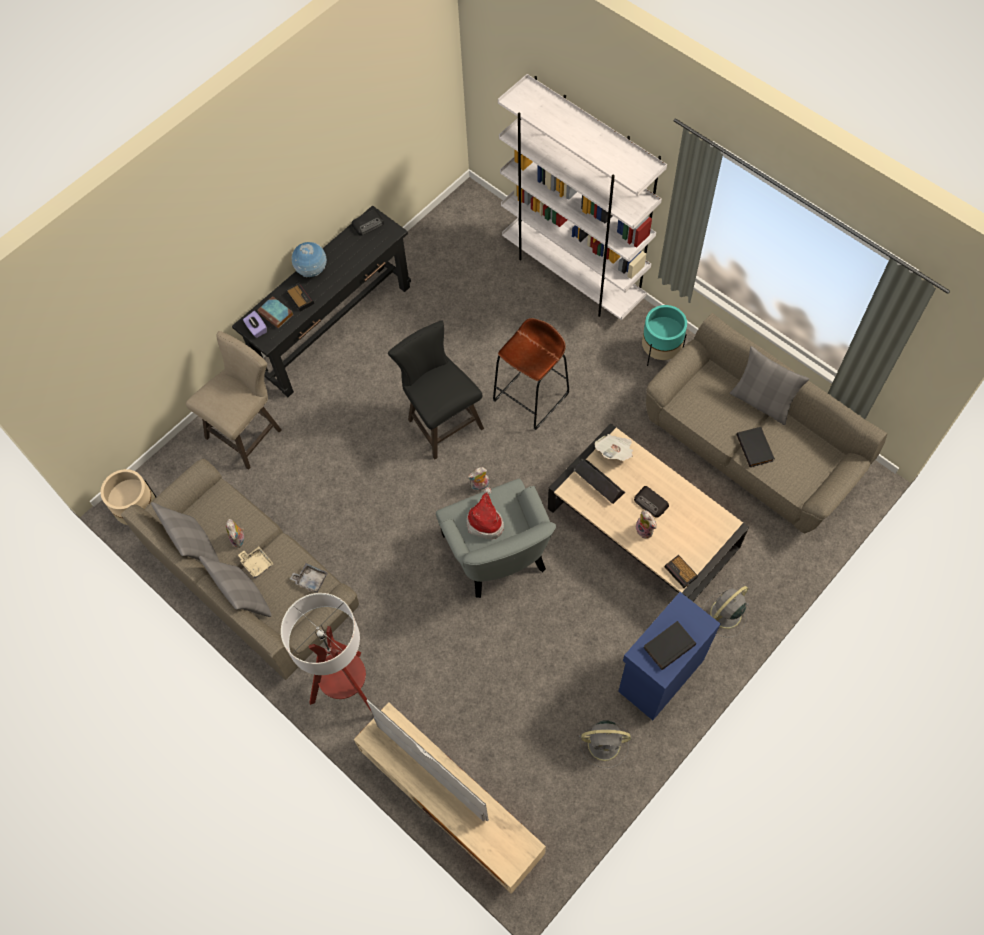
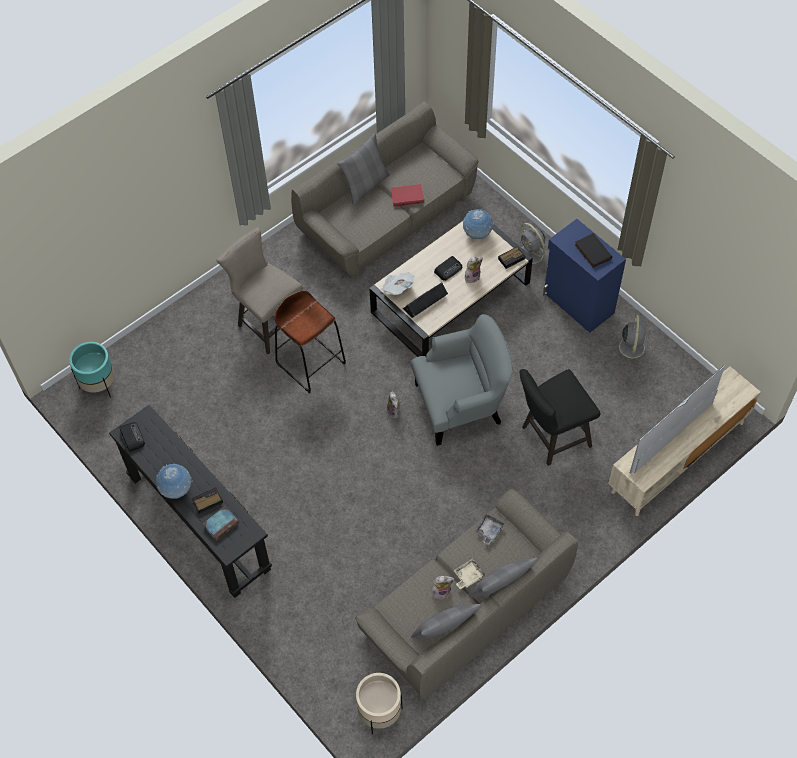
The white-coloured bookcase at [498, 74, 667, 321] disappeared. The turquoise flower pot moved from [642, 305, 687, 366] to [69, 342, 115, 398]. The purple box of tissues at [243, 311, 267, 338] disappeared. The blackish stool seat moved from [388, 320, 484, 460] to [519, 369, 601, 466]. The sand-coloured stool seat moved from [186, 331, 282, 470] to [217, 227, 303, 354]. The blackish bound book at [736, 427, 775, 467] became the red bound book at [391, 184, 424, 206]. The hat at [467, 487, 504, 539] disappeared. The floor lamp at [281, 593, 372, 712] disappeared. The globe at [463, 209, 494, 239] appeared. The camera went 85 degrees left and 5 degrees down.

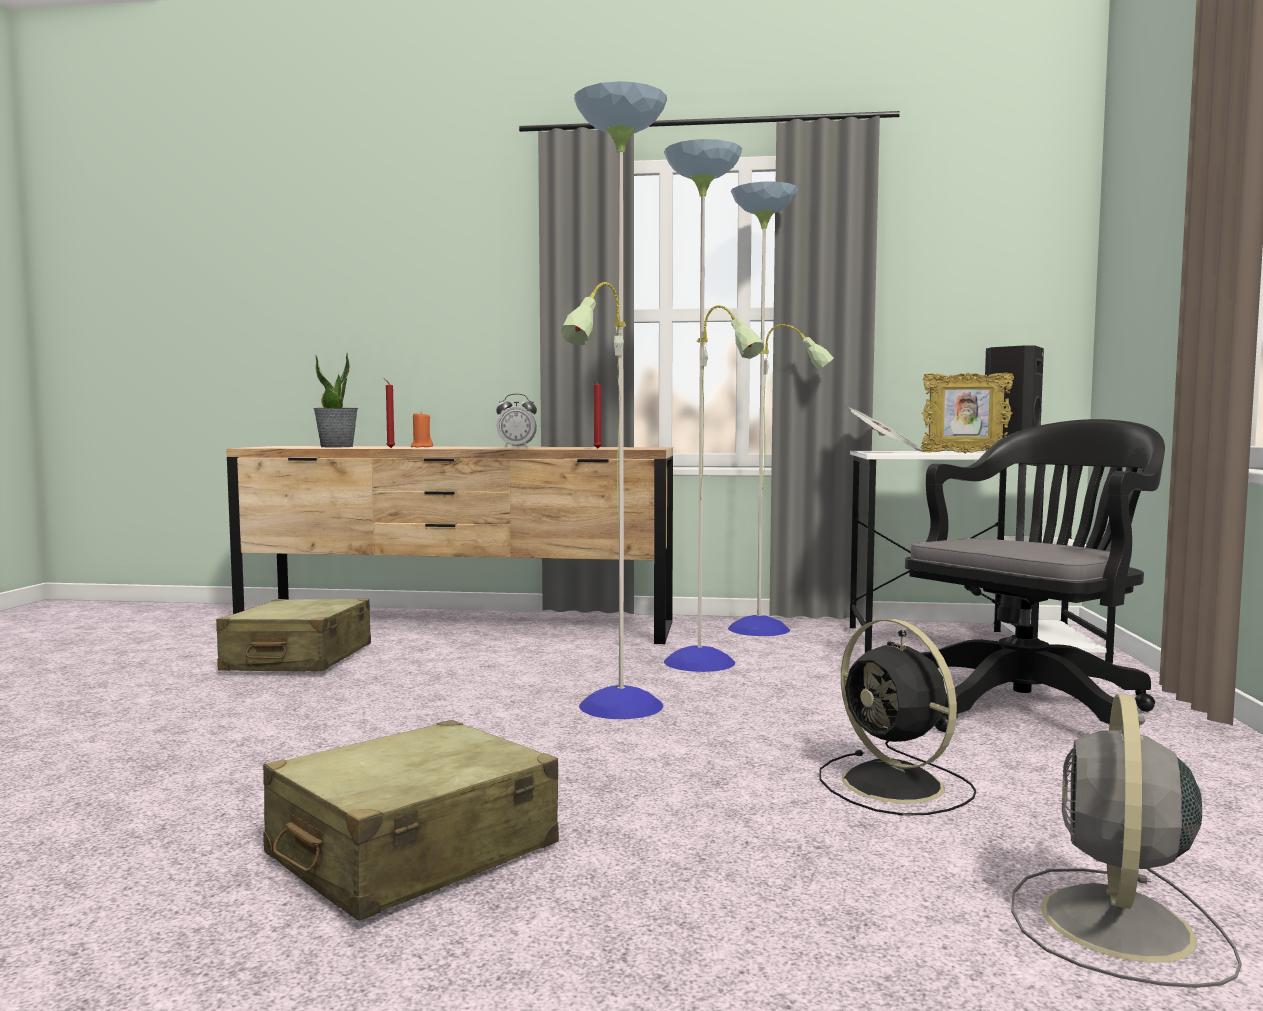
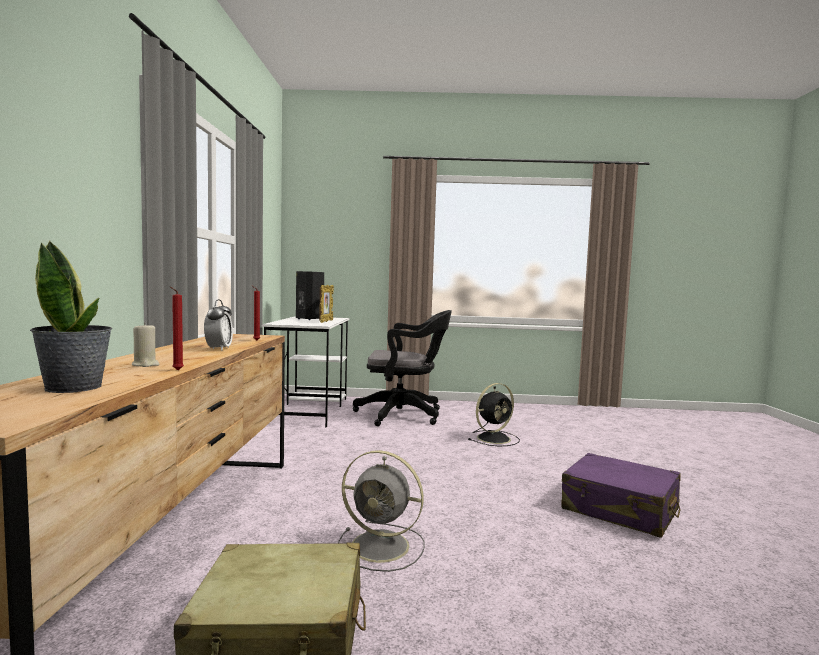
The floor lamp at [560, 81, 834, 719] disappeared. The daily paper at [846, 406, 922, 451] disappeared. The orange wax light at [411, 412, 433, 448] became the sand-coloured wax light at [132, 322, 160, 367]. The blackish desk chair at [905, 419, 1165, 732] turned 135 degrees clockwise. The grey cooling fan moved from [1011, 694, 1242, 988] to [338, 450, 425, 572]. The sand-coloured piece of luggage at [263, 720, 559, 921] became the purple piece of luggage at [561, 453, 681, 538]. The camera went 95 degrees left and 0 degrees up.

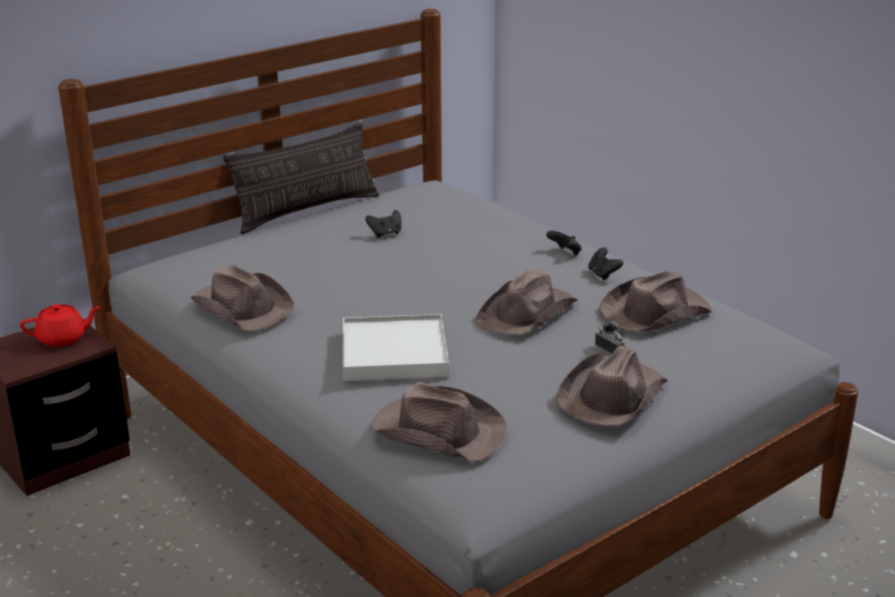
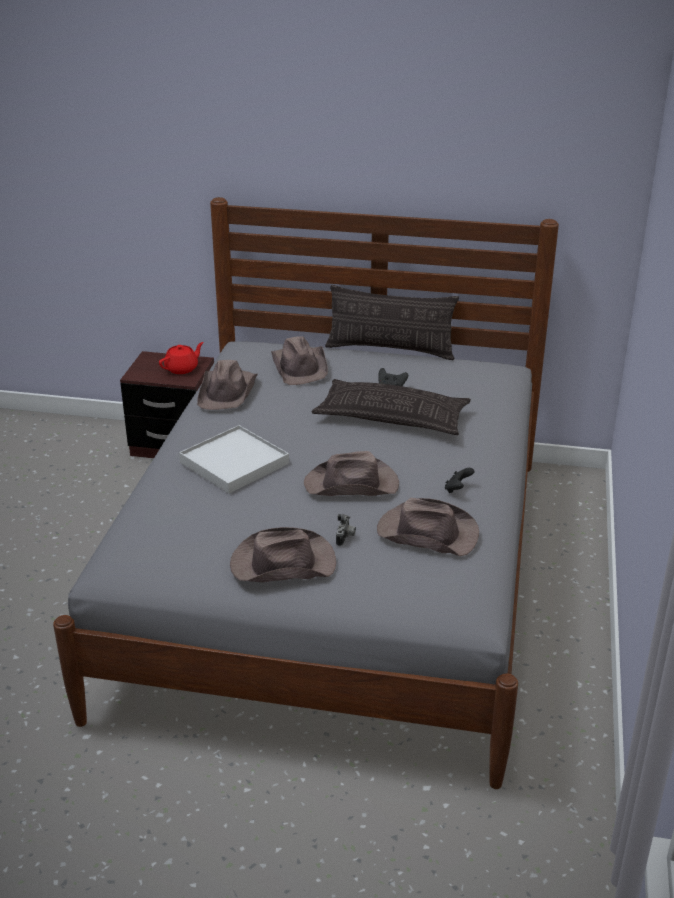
The blackish gamepad at [546, 230, 582, 255] disappeared. The red teapot at [20, 304, 100, 347] turned 75 degrees counterclockwise. The brown hat moved from [371, 382, 507, 462] to [271, 336, 328, 385]. The cushion at [311, 379, 471, 435] appeared. The camera went 50 degrees right and 5 degrees up.

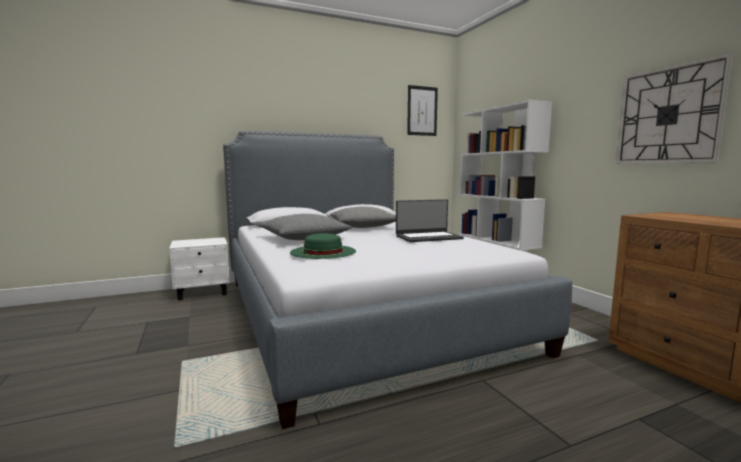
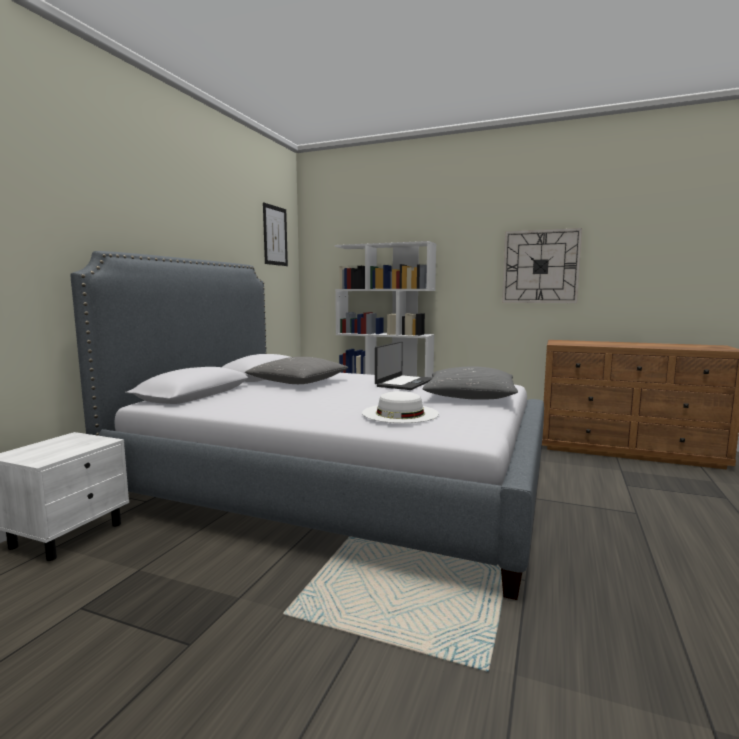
The grey cushion moved from [259, 214, 352, 240] to [423, 366, 518, 400]. The green hat at [290, 233, 356, 259] became the white-coloured hat at [362, 391, 439, 423]. The camera went 45 degrees left and 0 degrees up.

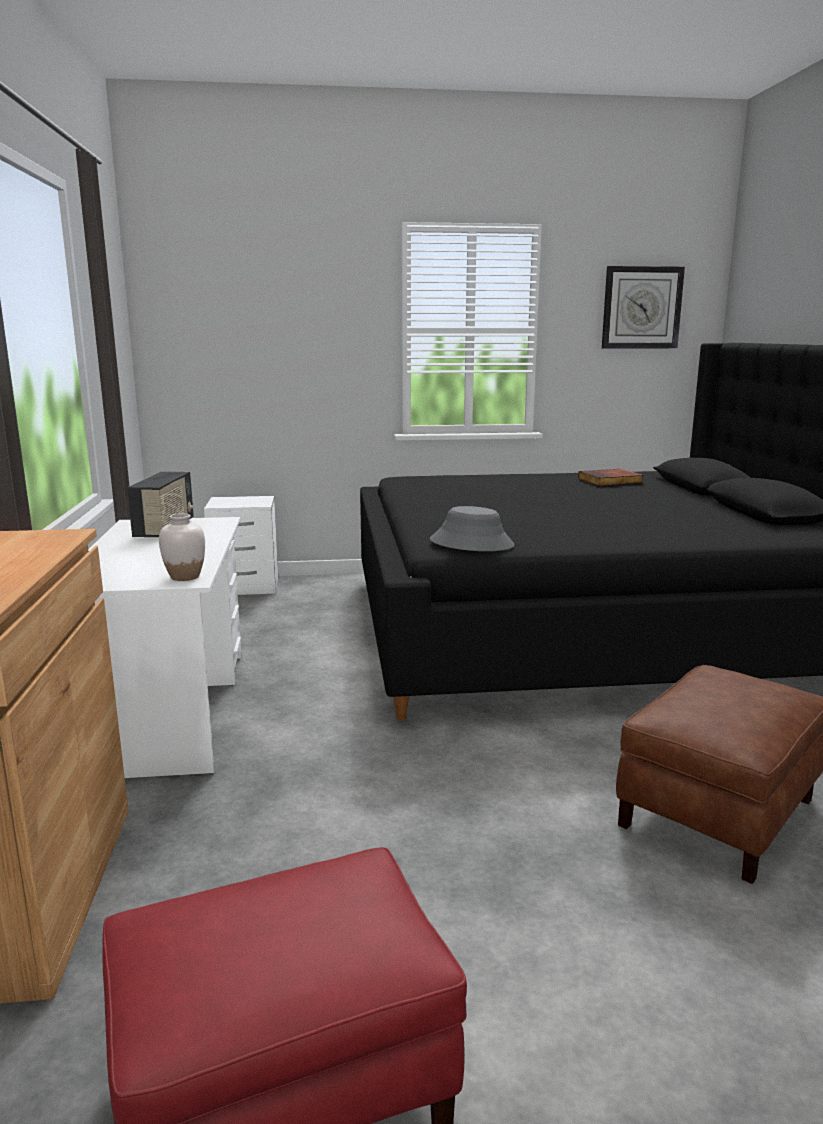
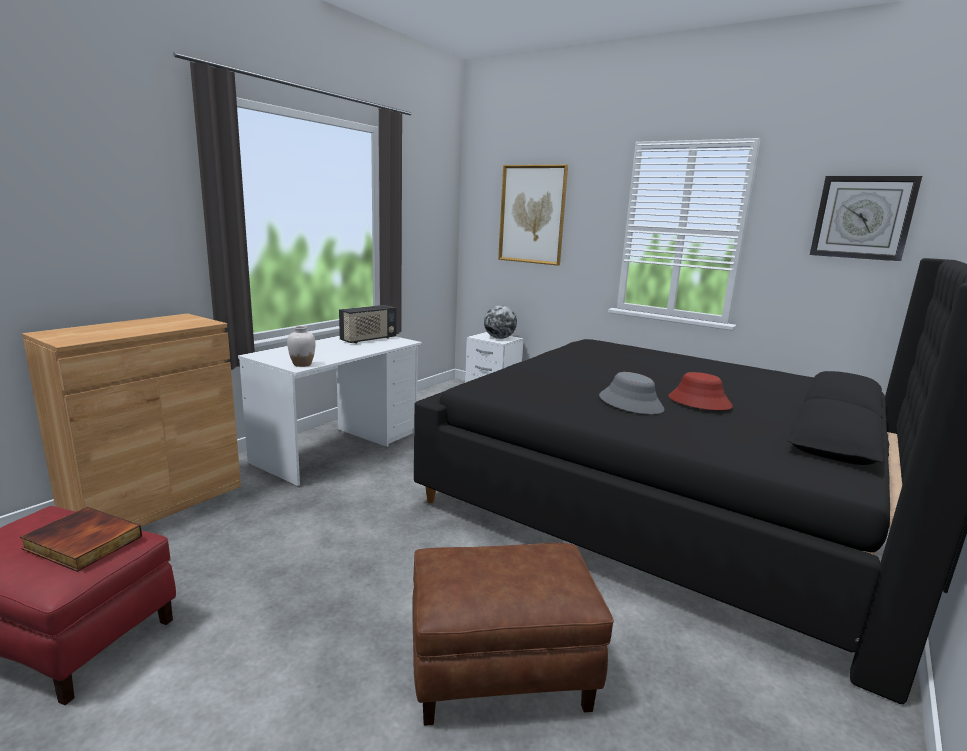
The bound book moved from [578, 469, 644, 486] to [20, 507, 142, 572]. The grey hat moved from [430, 506, 514, 551] to [599, 372, 664, 415]. The picture at [498, 165, 568, 265] appeared. The globe at [484, 305, 517, 339] appeared. The red hat at [668, 372, 733, 410] appeared. The camera went 40 degrees right and 0 degrees up.

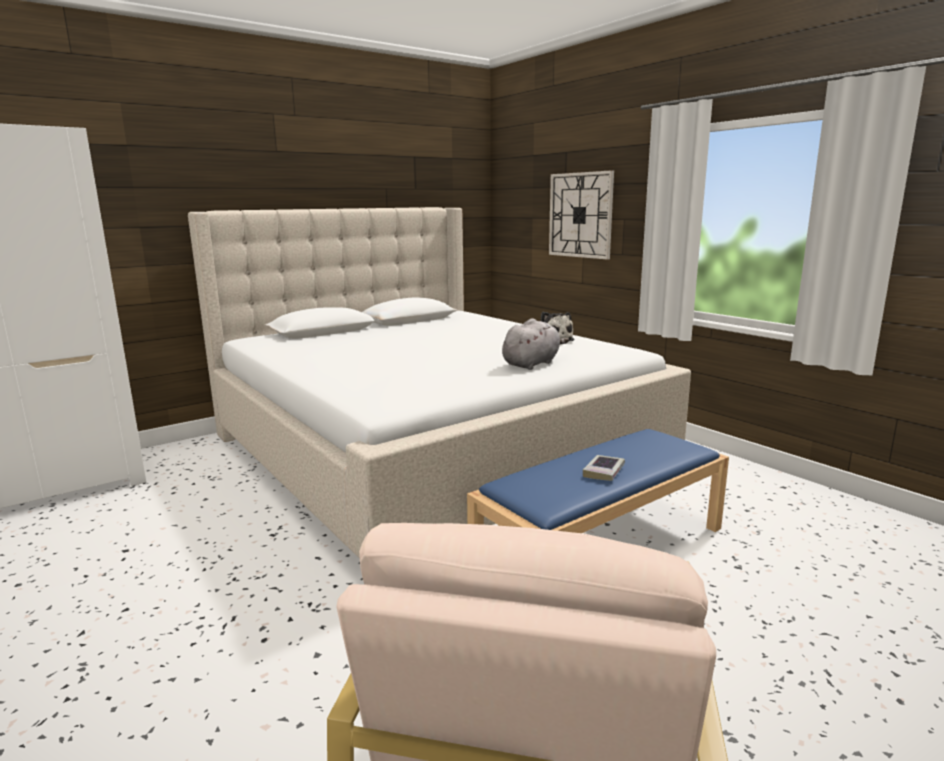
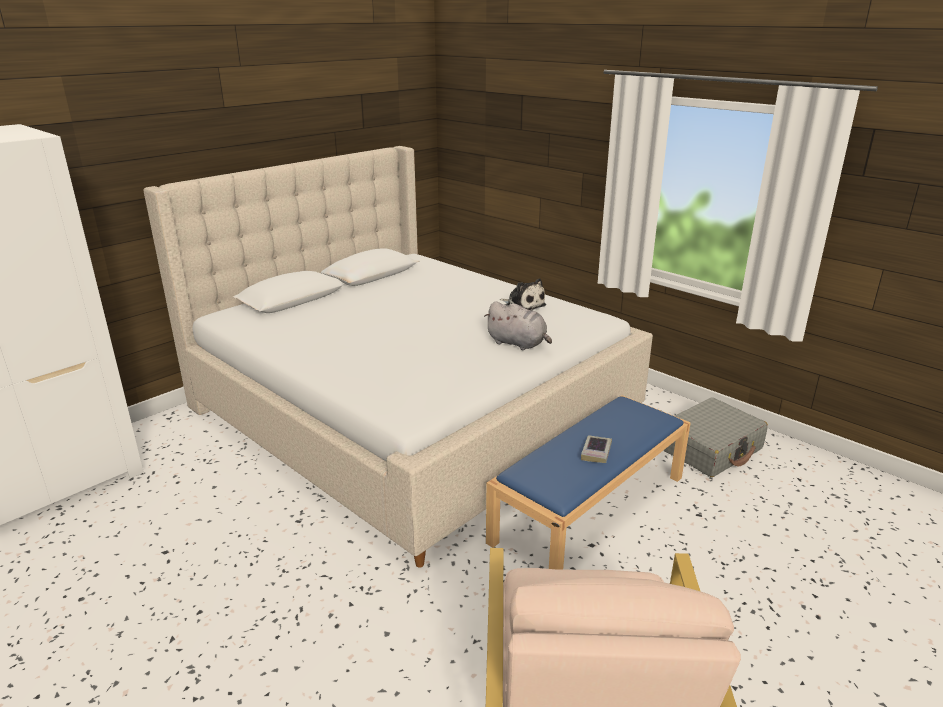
The wall clock at [549, 170, 614, 260] disappeared. The grey soft toy at [502, 319, 569, 370] turned 90 degrees clockwise. The grey piece of luggage at [663, 397, 768, 477] appeared. The camera went 10 degrees left and 10 degrees up.

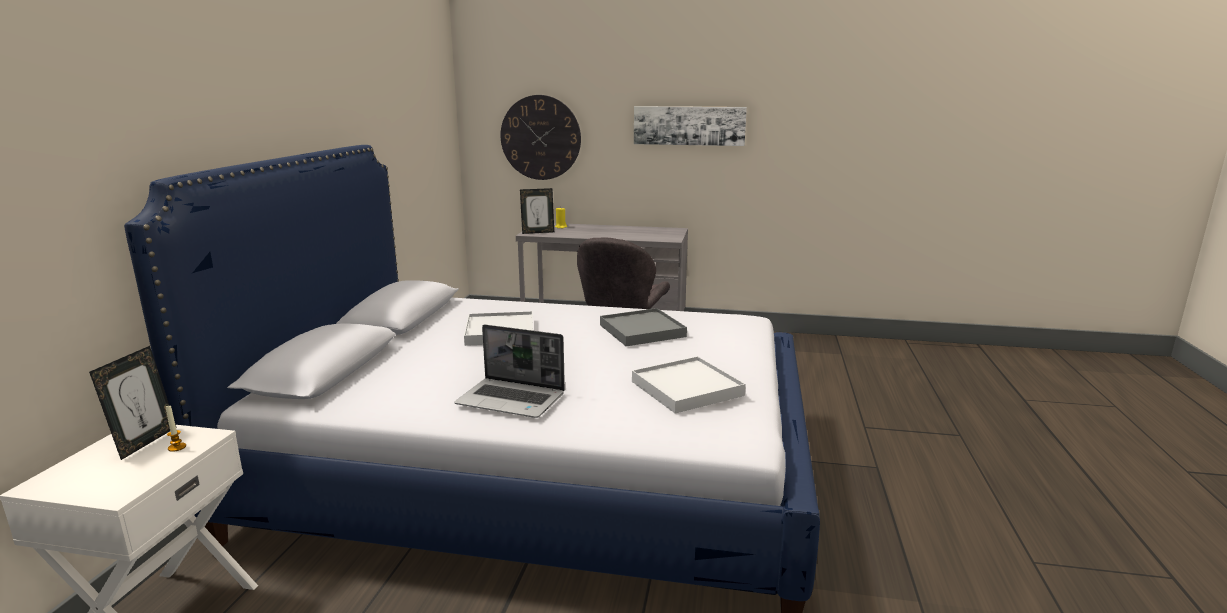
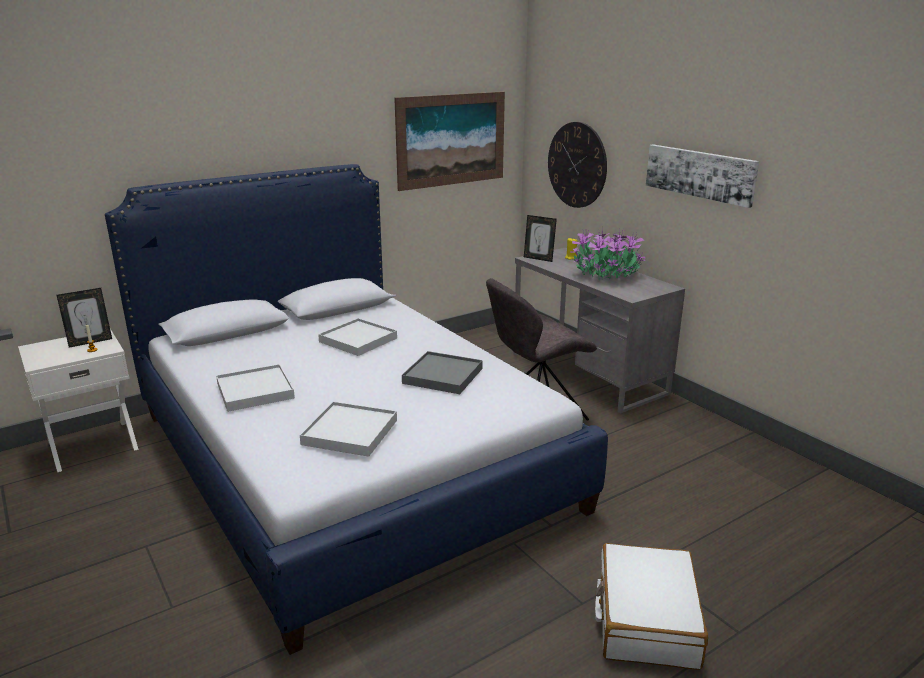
The laptop at [454, 324, 565, 418] was replaced by the white-coloured carrying tray at [216, 364, 295, 412]. The picture at [394, 92, 505, 191] appeared. The plant in a pot at [570, 229, 646, 280] appeared. The white-coloured piece of luggage at [595, 543, 708, 670] appeared. The camera went 45 degrees right and 5 degrees up.

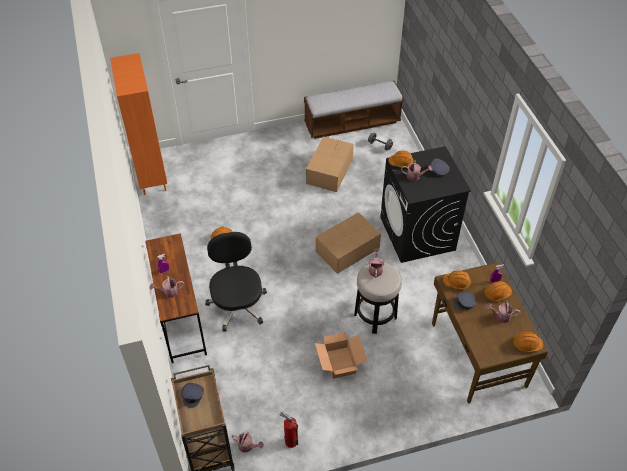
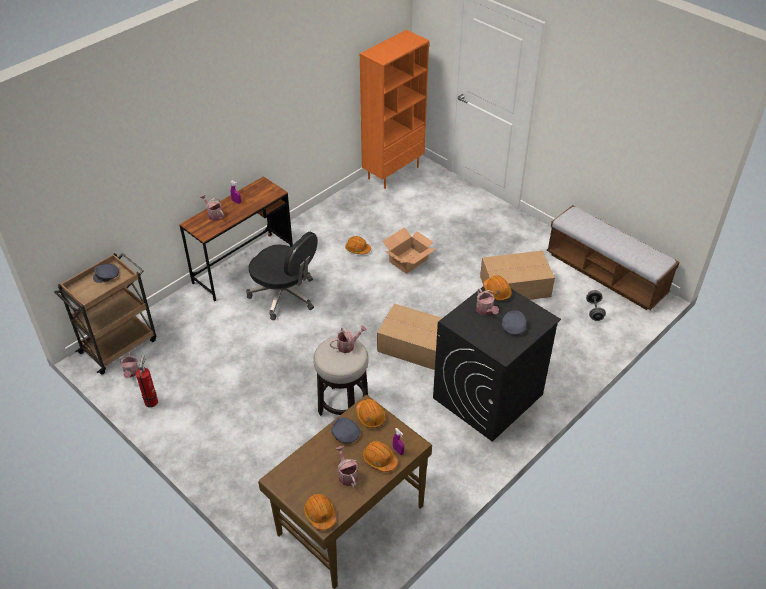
The blackish desk chair at [206, 232, 267, 332] turned 75 degrees clockwise. The packing box moved from [315, 332, 367, 379] to [382, 227, 436, 274]. The camera went 60 degrees right and 5 degrees down.

